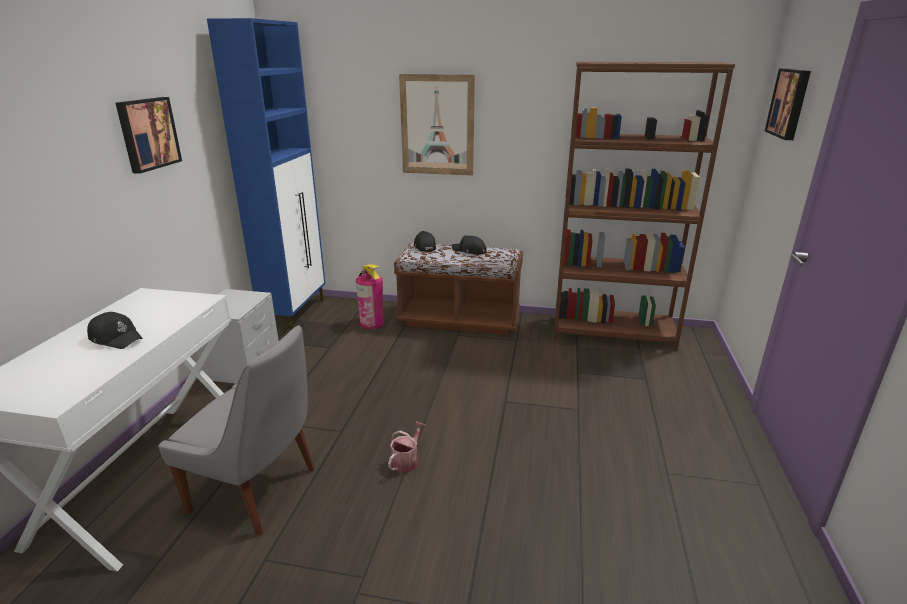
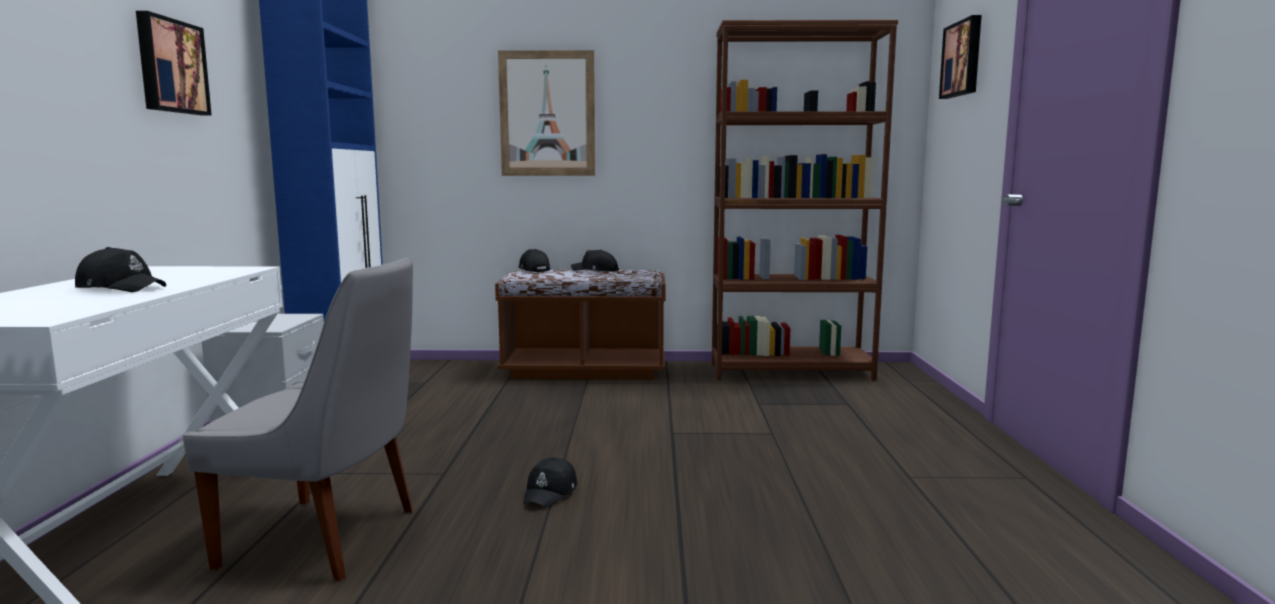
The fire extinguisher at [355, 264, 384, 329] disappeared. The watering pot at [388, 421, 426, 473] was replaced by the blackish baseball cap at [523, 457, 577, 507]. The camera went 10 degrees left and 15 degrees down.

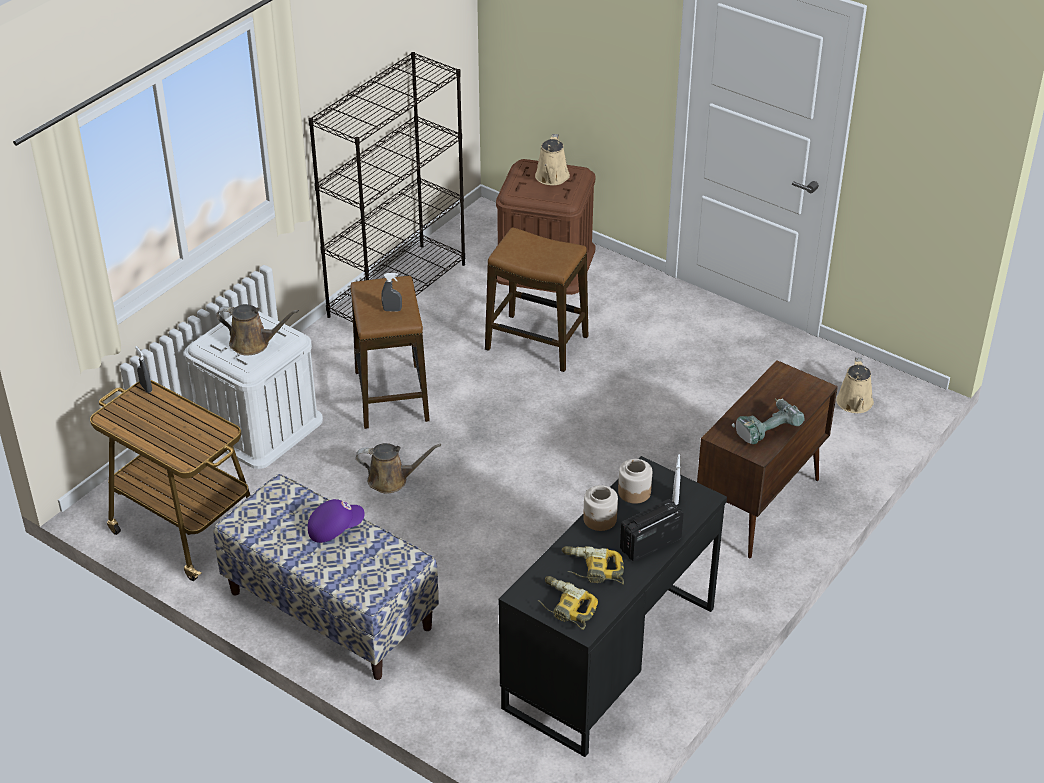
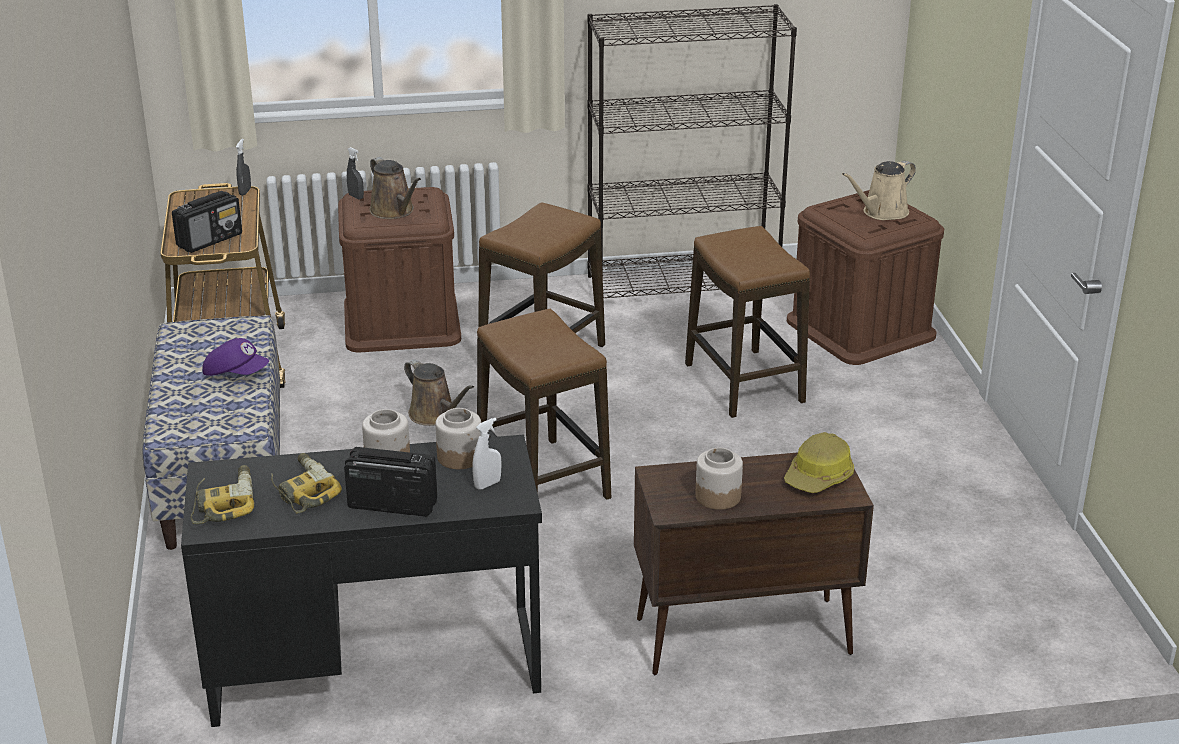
The grey spray bottle moved from [381, 273, 402, 312] to [347, 147, 364, 199]. The white-coloured storage bin at [184, 311, 323, 469] became the brown storage bin at [338, 187, 461, 352]. The sand-coloured watering pot at [836, 357, 874, 413] disappeared. The electric drill at [732, 398, 805, 444] was replaced by the preserve jar at [696, 447, 743, 510]. The radio set at [172, 191, 242, 253] appeared. The stool seat at [477, 309, 611, 500] appeared. The work helmet at [784, 432, 854, 493] appeared. The camera went 45 degrees right and 10 degrees down.

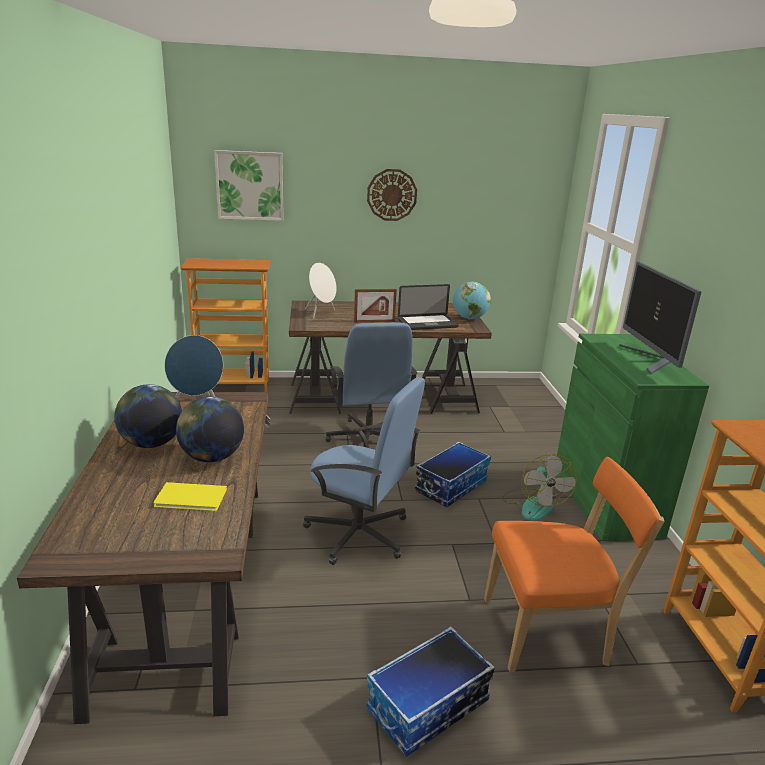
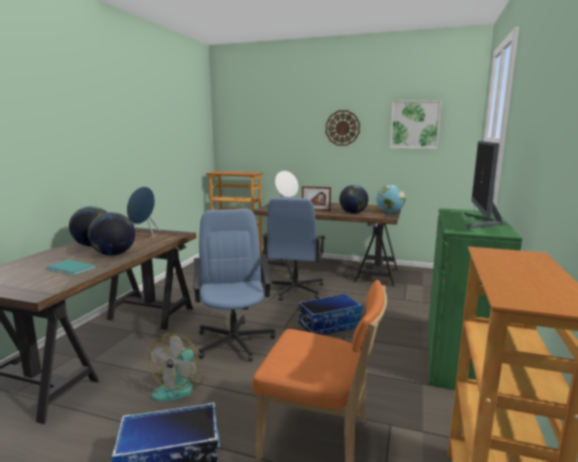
The picture moved from [214, 150, 284, 221] to [390, 100, 442, 149]. The laptop at [398, 284, 459, 330] was replaced by the globe at [339, 185, 368, 214]. The blue desk chair at [303, 377, 425, 565] turned 150 degrees counterclockwise. The cooling fan moved from [502, 454, 577, 520] to [149, 333, 204, 401]. The yellow bound book at [153, 482, 227, 511] became the turquoise bound book at [46, 260, 97, 276]. The camera went 25 degrees right and 10 degrees down.

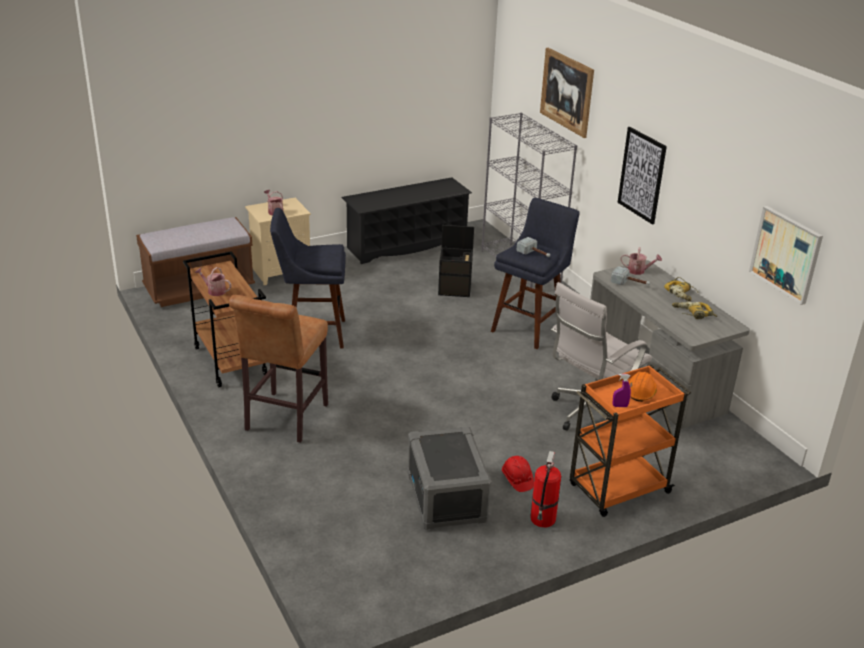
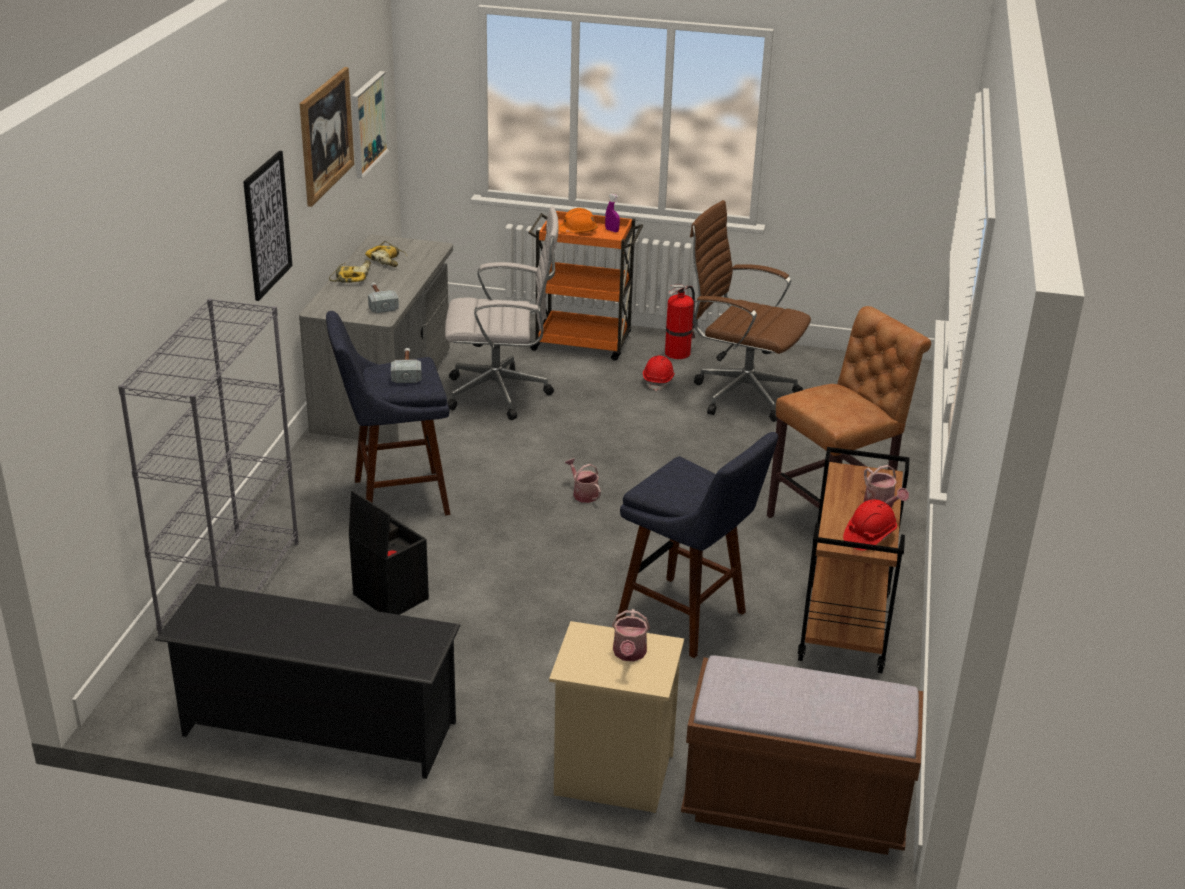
The picture moved from [540, 48, 594, 138] to [300, 67, 354, 207]. The watering pot moved from [621, 247, 662, 275] to [565, 458, 601, 503]. The grey storage bin at [407, 426, 492, 530] was replaced by the brown desk chair at [690, 200, 811, 422]. The red work helmet at [843, 499, 897, 551] appeared. The camera went 140 degrees left and 0 degrees up.

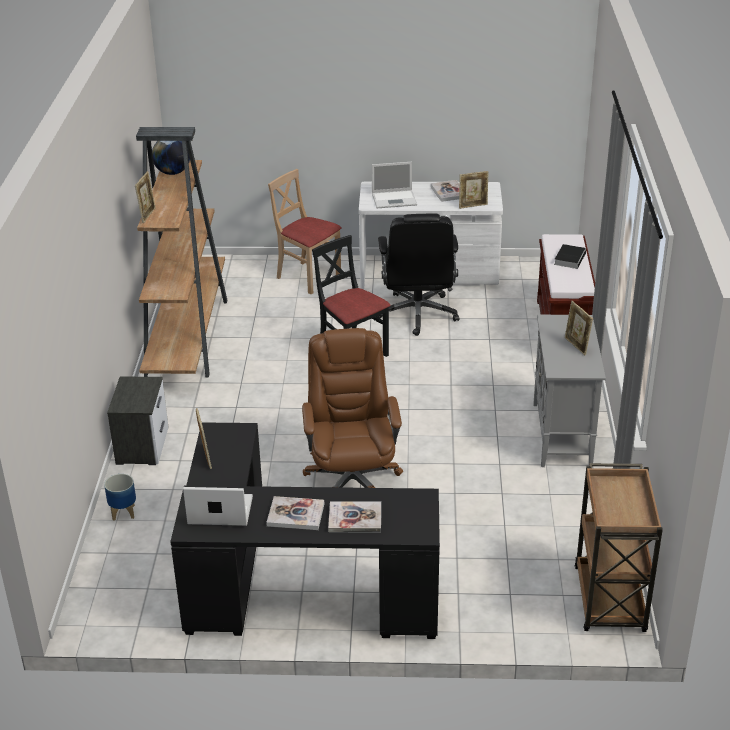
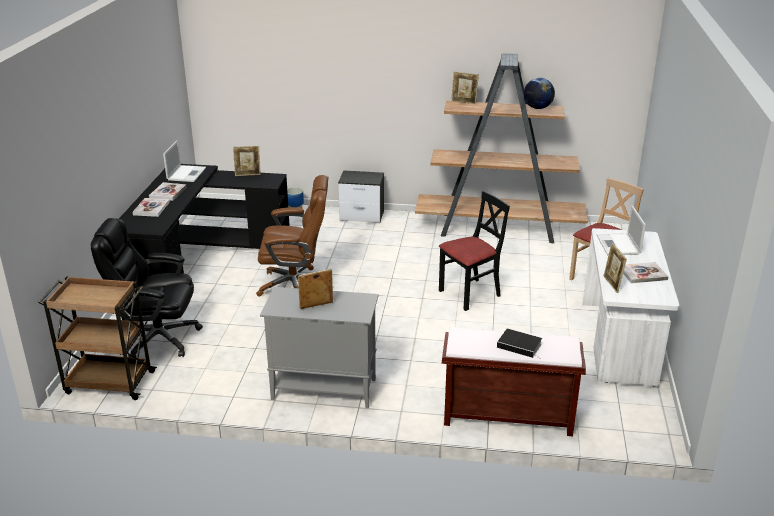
The blackish desk chair moved from [376, 214, 459, 336] to [91, 218, 203, 358]. The camera went 95 degrees right and 5 degrees down.

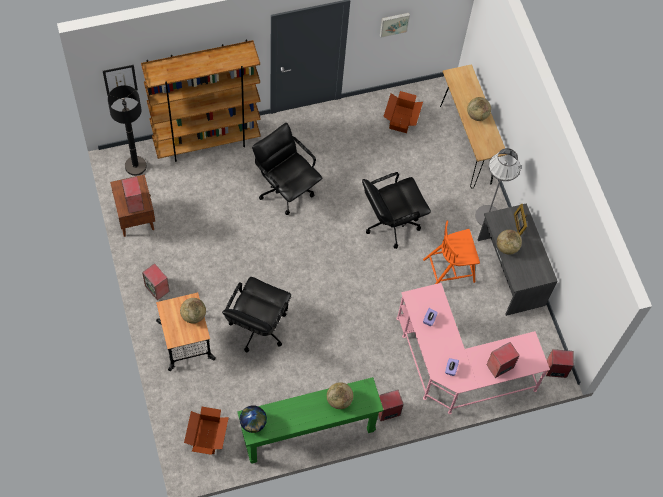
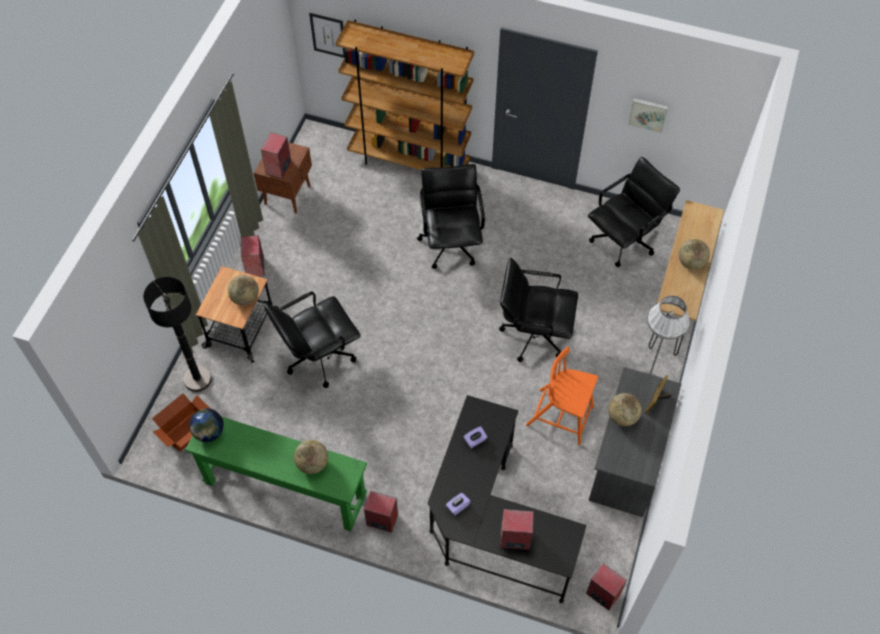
The blackish floor lamp moved from [108, 85, 147, 176] to [143, 277, 212, 392]. The packing box at [383, 91, 423, 133] was replaced by the blackish desk chair at [588, 157, 680, 267]. The pink desk at [396, 283, 550, 414] became the blackish desk at [428, 395, 587, 604]. The camera went 40 degrees right and 5 degrees down.

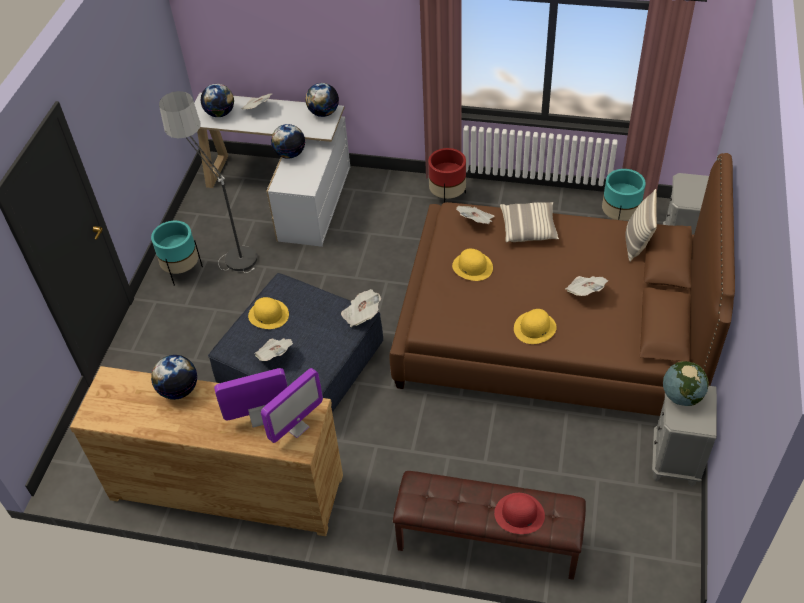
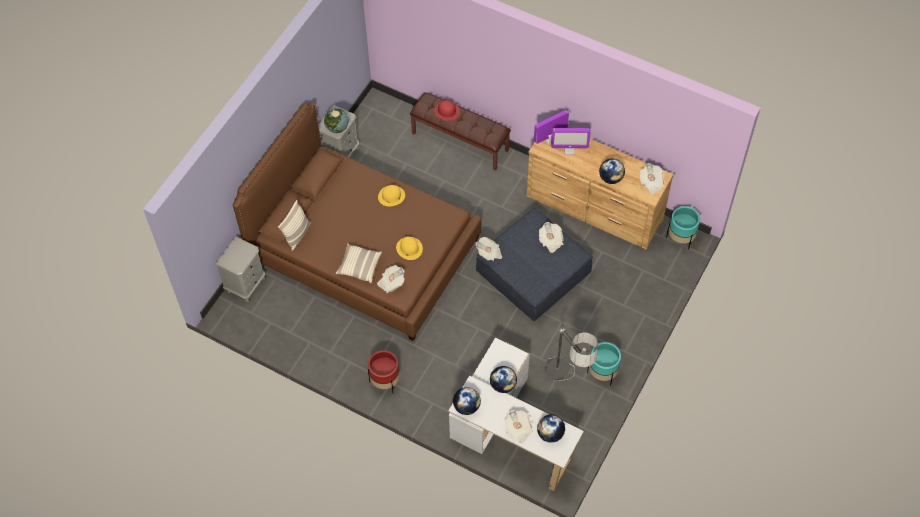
The turquoise flower pot moved from [602, 169, 646, 221] to [666, 206, 700, 250]. The daily paper moved from [565, 276, 608, 296] to [640, 163, 664, 195]. The yellow hat at [248, 297, 289, 329] disappeared. The camera went 165 degrees left and 10 degrees up.

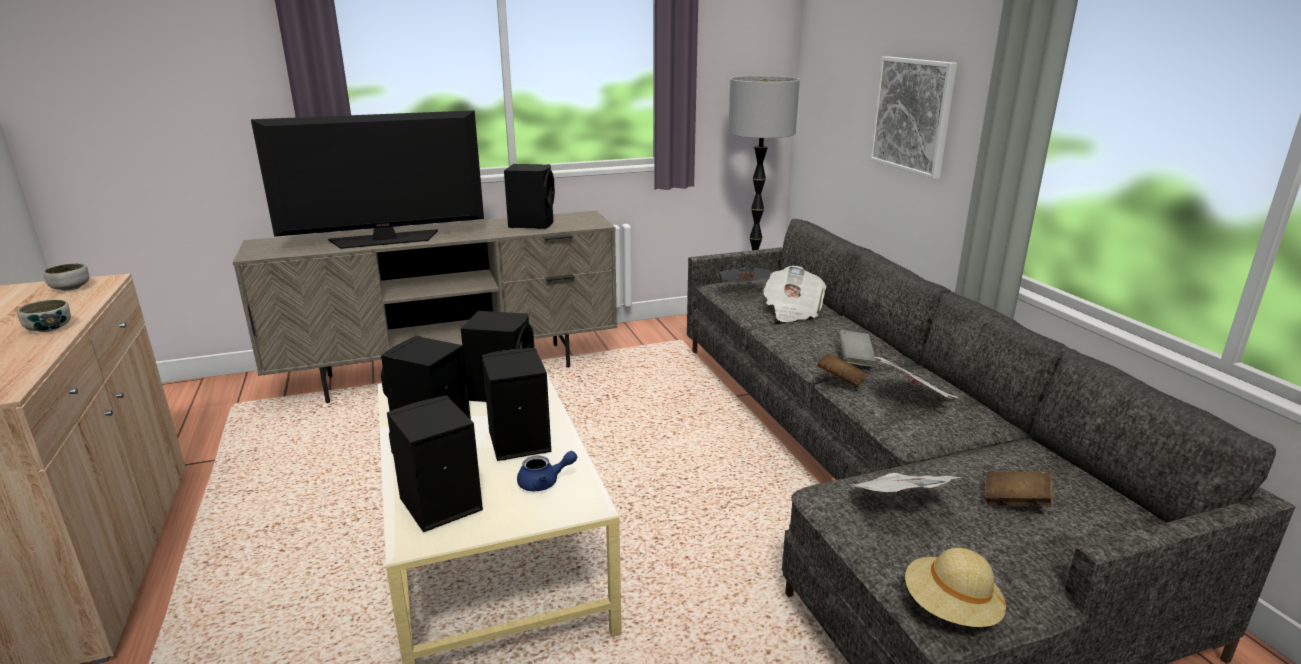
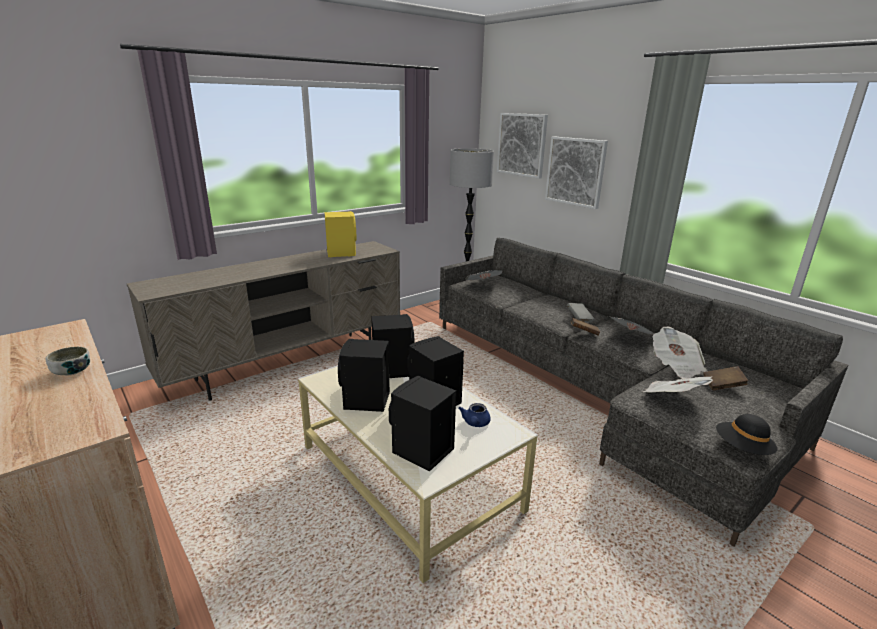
The television at [251, 110, 484, 249] disappeared. The blackish speaker at [504, 164, 555, 229] became the yellow speaker at [325, 211, 356, 257]. The bowl at [43, 263, 89, 291] disappeared. The daily paper moved from [763, 266, 826, 322] to [652, 327, 707, 379]. The blue teapot at [517, 451, 577, 491] turned 135 degrees clockwise. The sand-coloured hat at [905, 548, 1006, 627] became the blackish hat at [716, 414, 777, 455]. The picture at [497, 113, 548, 179] appeared. The camera went 20 degrees left and 0 degrees up.

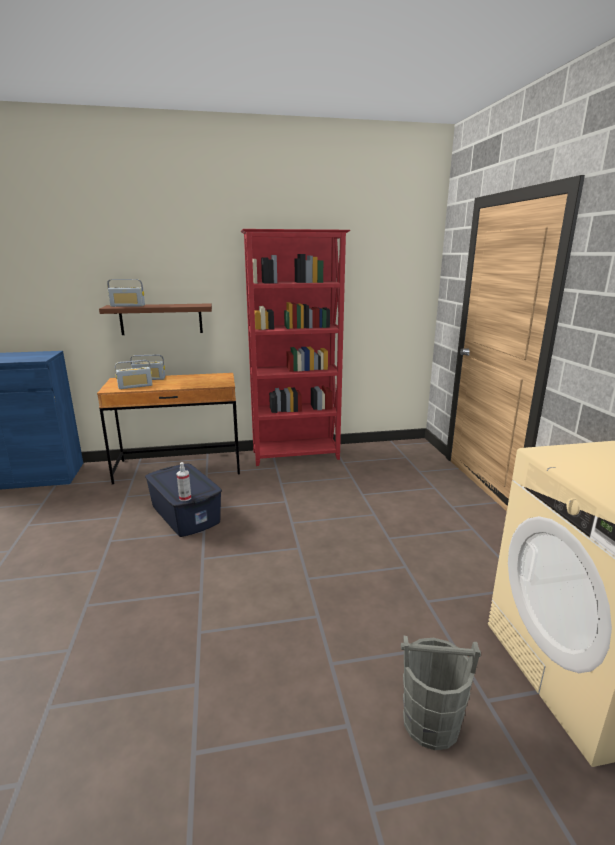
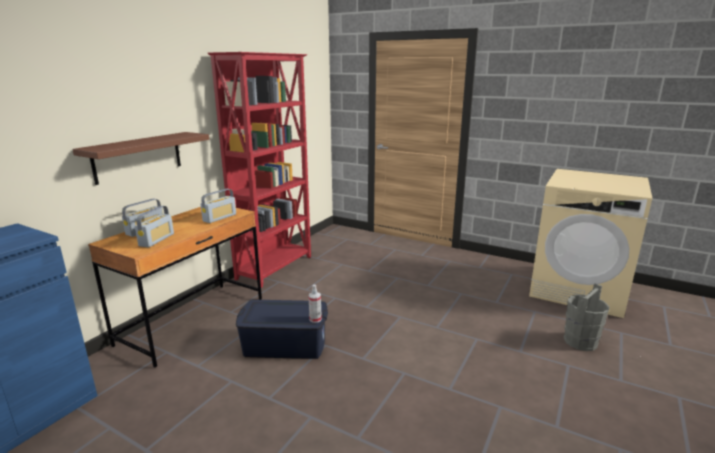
The radio set moved from [107, 279, 145, 307] to [201, 189, 236, 223]. The camera went 50 degrees left and 0 degrees up.

